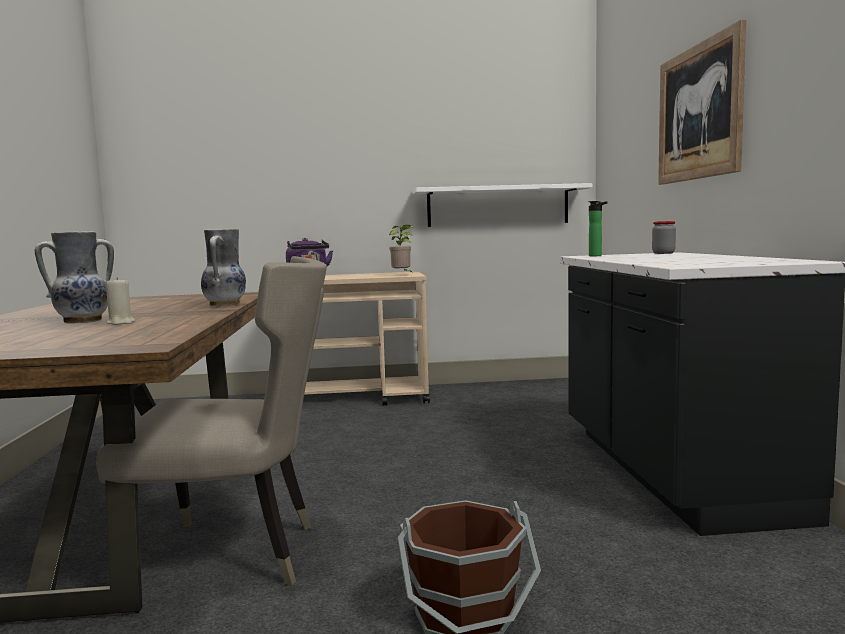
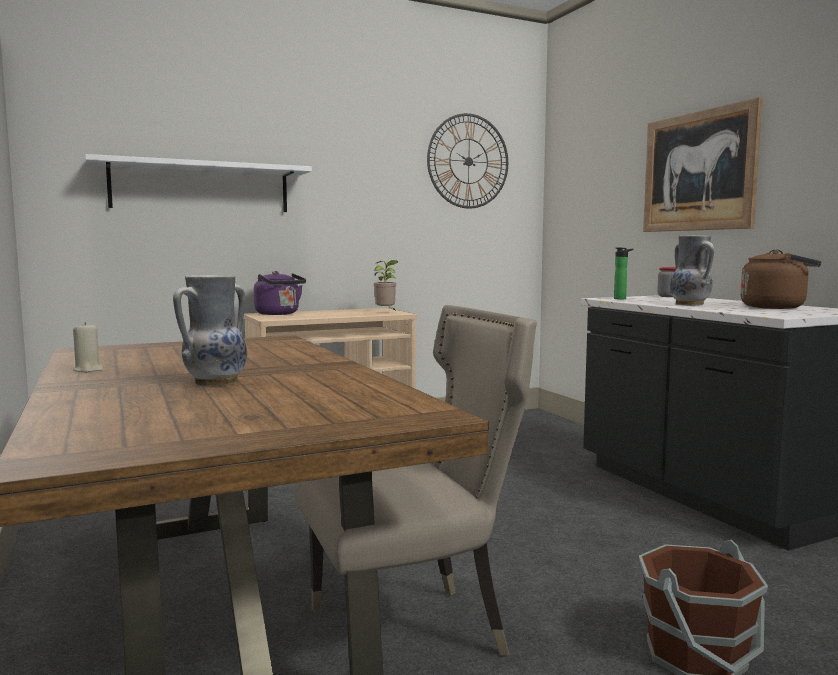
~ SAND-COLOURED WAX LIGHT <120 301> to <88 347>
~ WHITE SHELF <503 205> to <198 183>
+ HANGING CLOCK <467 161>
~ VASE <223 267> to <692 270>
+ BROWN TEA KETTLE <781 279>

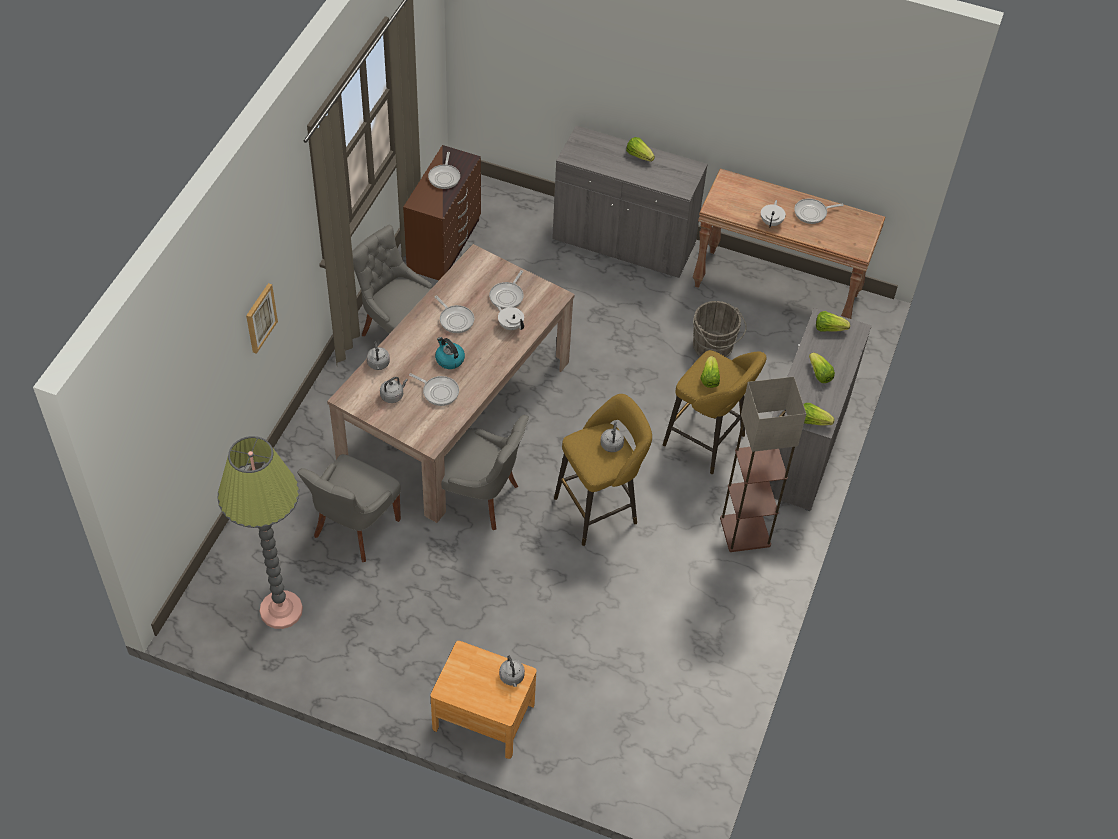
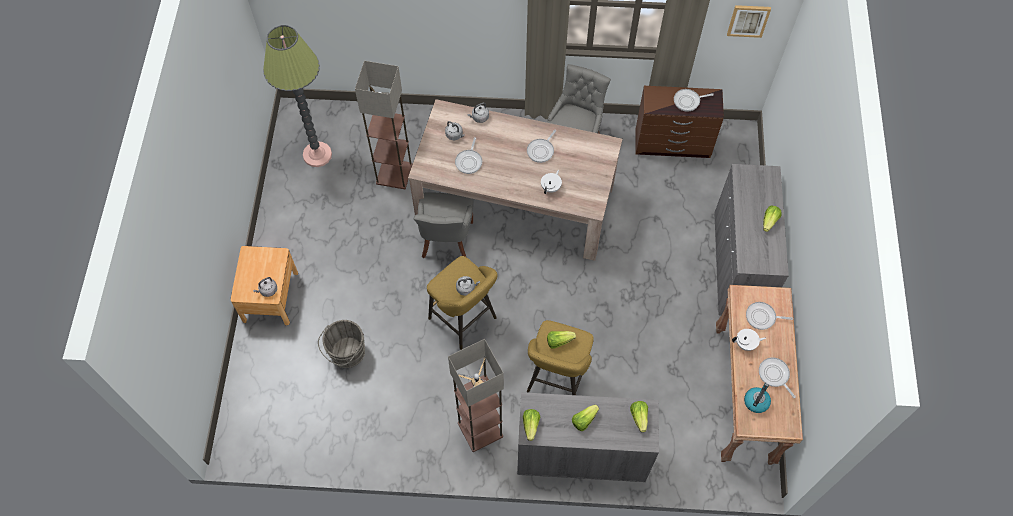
~ GRAY BUCKET <720 329> to <341 344>
~ GRAY UPRIGHT CHAIR <349 508> to STANDARD LAMP <384 125>
~ WALL PICTURE <262 318> to <749 21>
~ TEA KETTLE <450 353> to <757 398>
~ SKILLET <506 289> to <769 316>

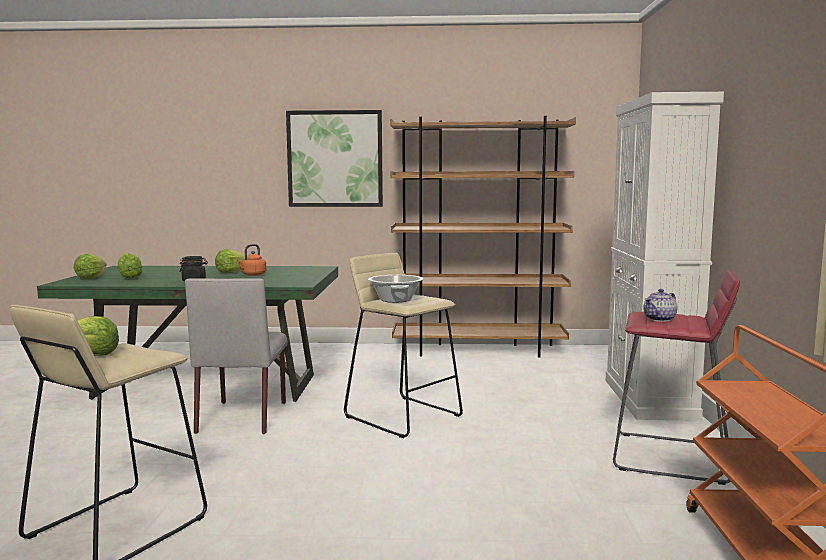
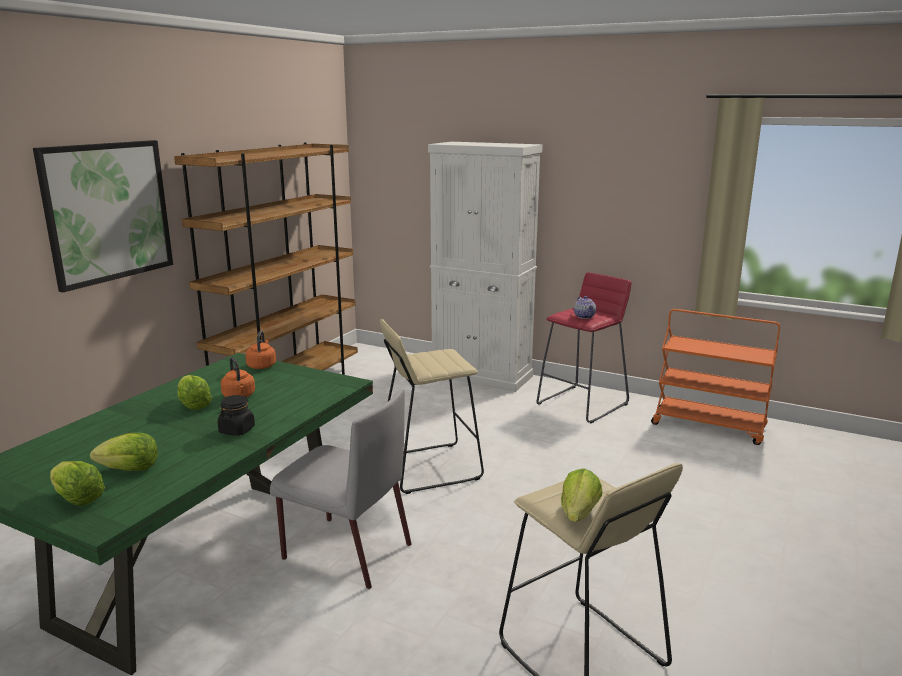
+ ORANGE-COLOURED TEA KETTLE <260 350>
- SAUCEPOT <395 289>

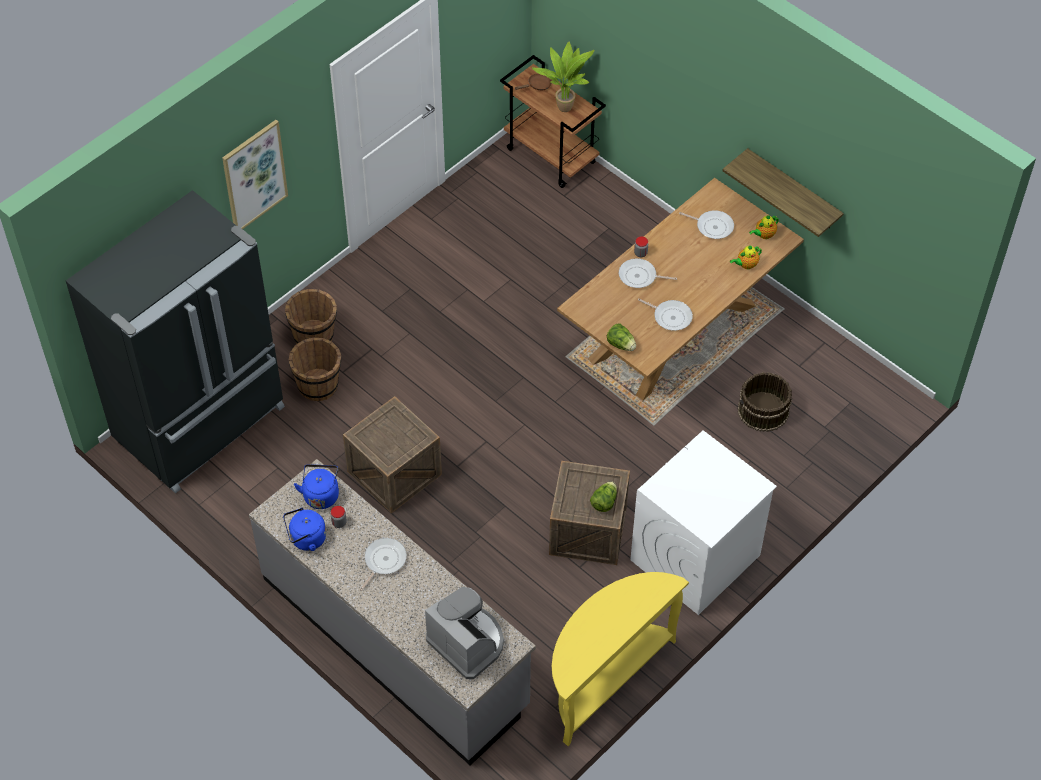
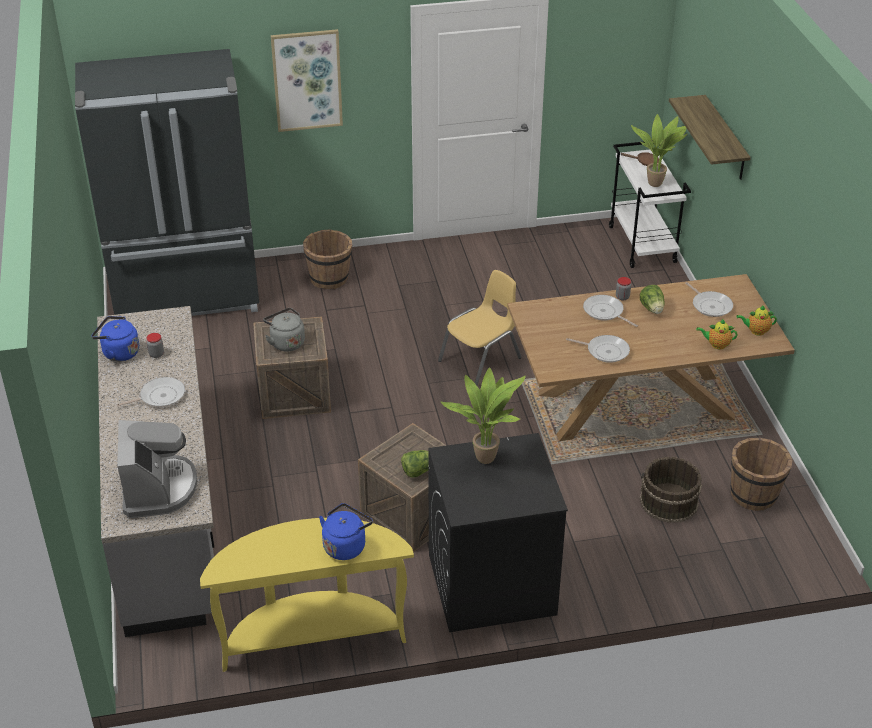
+ GRAY TEA KETTLE <284 330>
~ BLUE TEA KETTLE <316 486> to <346 531>
~ WHITE LAUNDRY APPLIANCE <703 522> to BLACKISH LAUNDRY APPLIANCE <498 532>
+ YELLOWISH UPRIGHT CHAIR <480 328>
+ PLANT IN A POT <483 416>
~ SKILLET <665 314> = <598 349> 45 degrees counterclockwise
~ BROWN TROLLEY <553 121> to WHITE TROLLEY <650 205>
~ LETTUCE <621 337> to <652 299>
~ SHELF <783 192> to <710 137>
~ BROWN BUCKET <314 369> to <761 474>

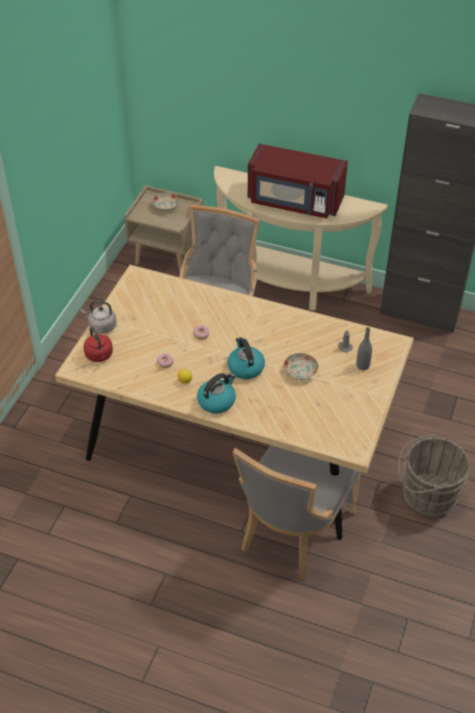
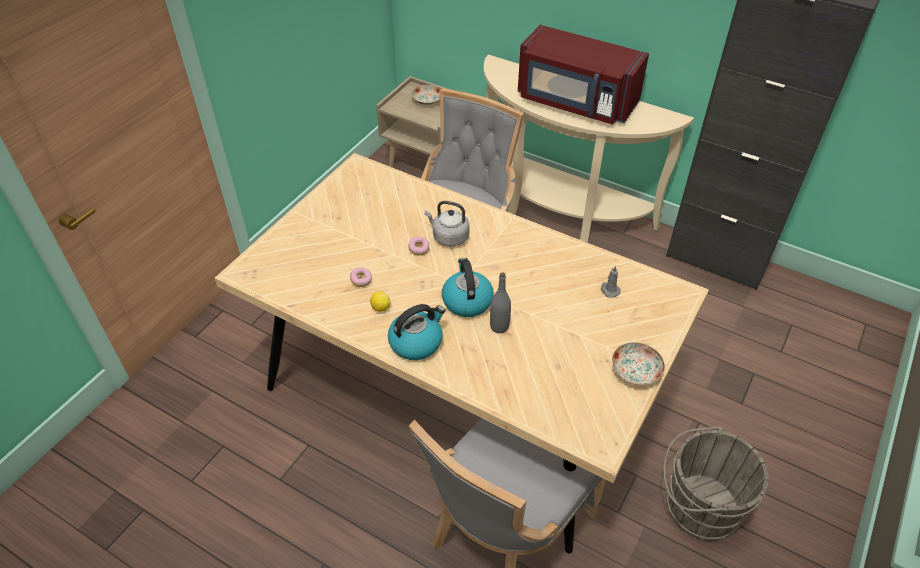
~ GRAY TEA KETTLE <98 317> to <447 223>
~ GRAY DRINK BOTTLE <364 348> to <500 302>
~ DINNER PLATE <300 366> to <638 363>
- RED TEA KETTLE <98 344>

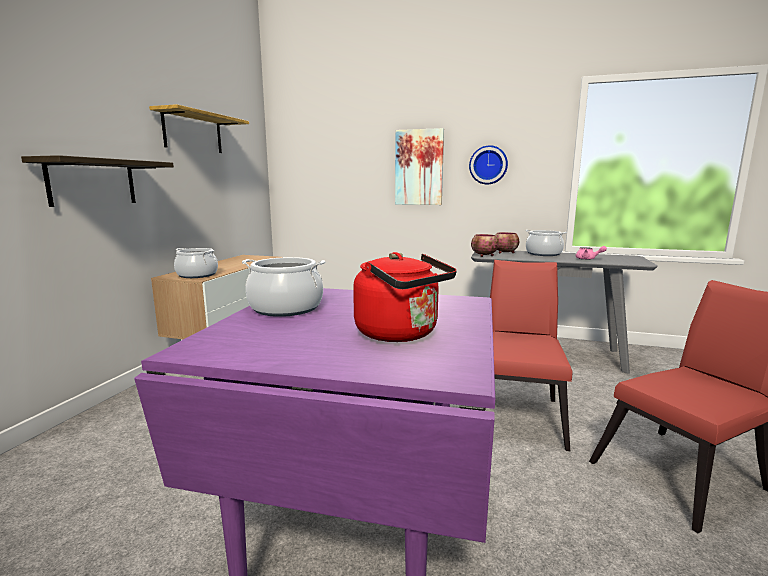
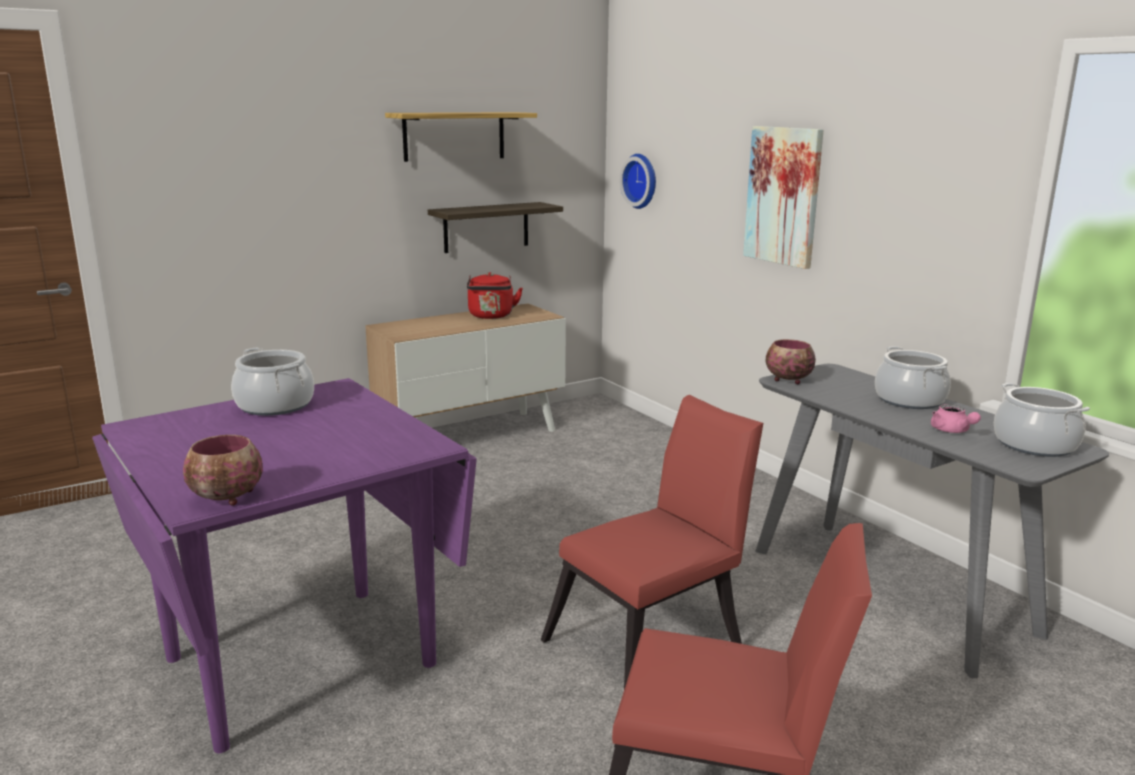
~ BOWL <507 243> to <223 470>
~ SHELF <97 181> to <495 227>
~ RED TEA KETTLE <405 297> to <495 295>
~ HANGING CLOCK <488 165> to <638 181>
~ SAUCEPOT <196 263> to <1042 420>

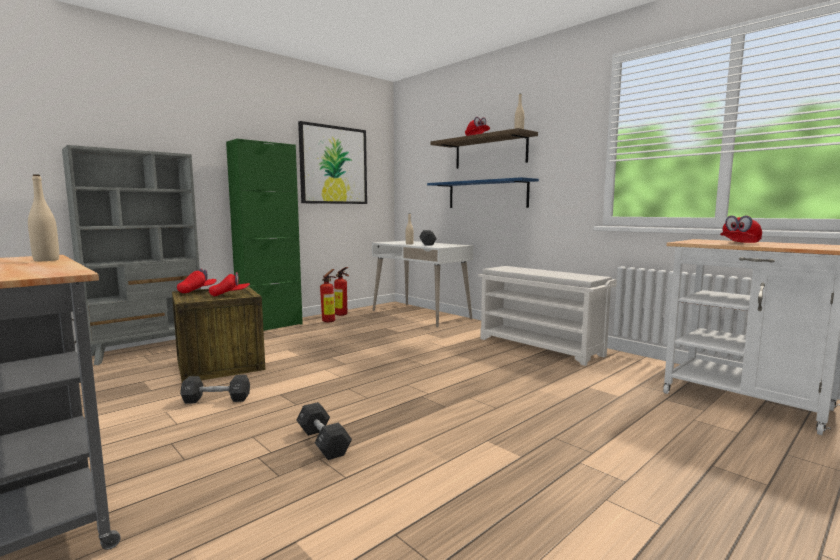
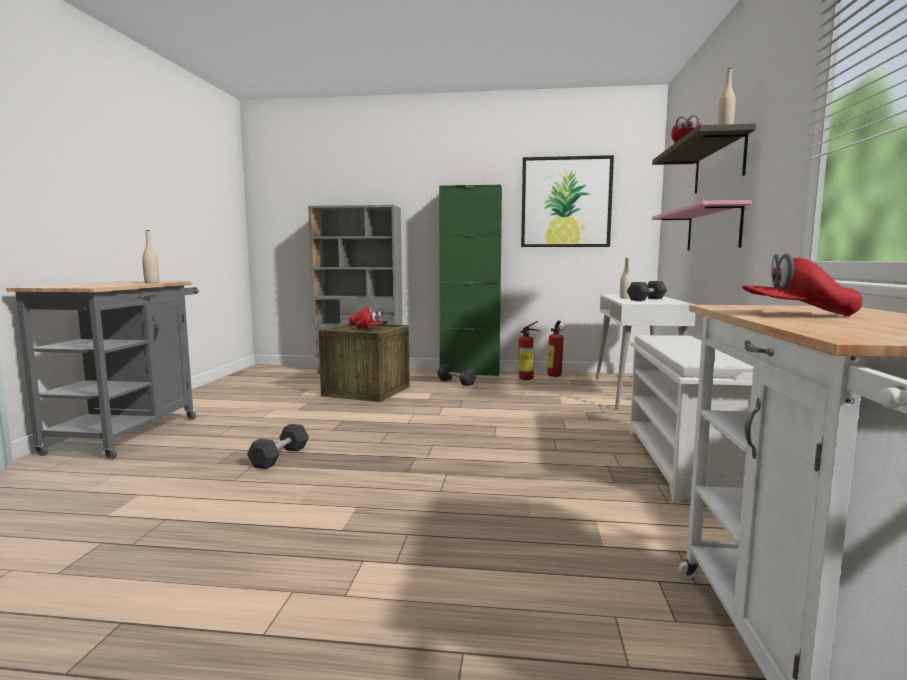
~ BLACKISH FREE WEIGHT <215 389> to <456 375>
~ BLUE SHELF <483 192> to PINKISH SHELF <702 225>

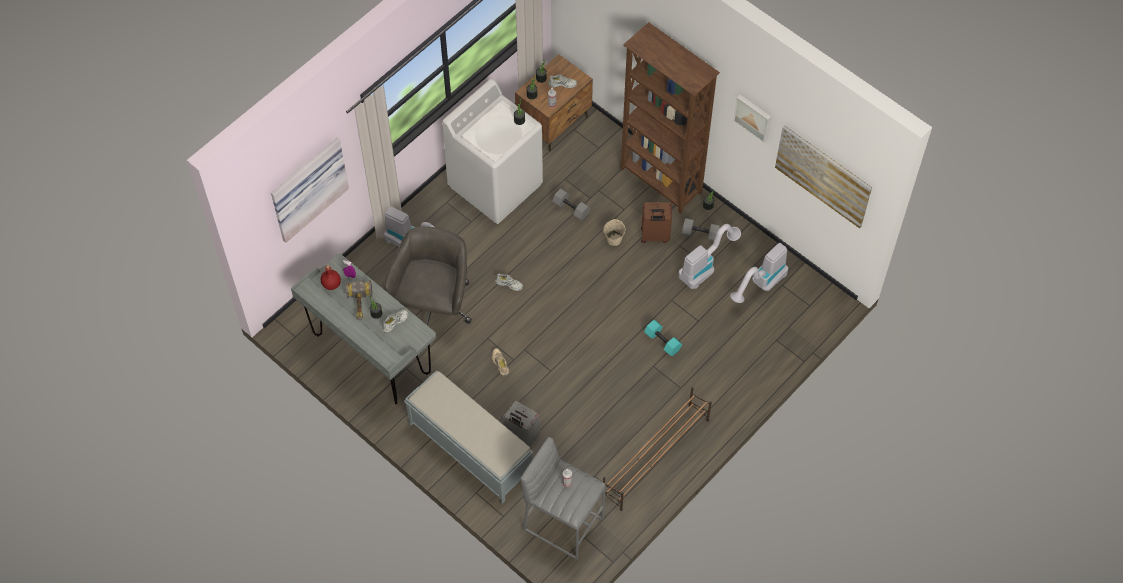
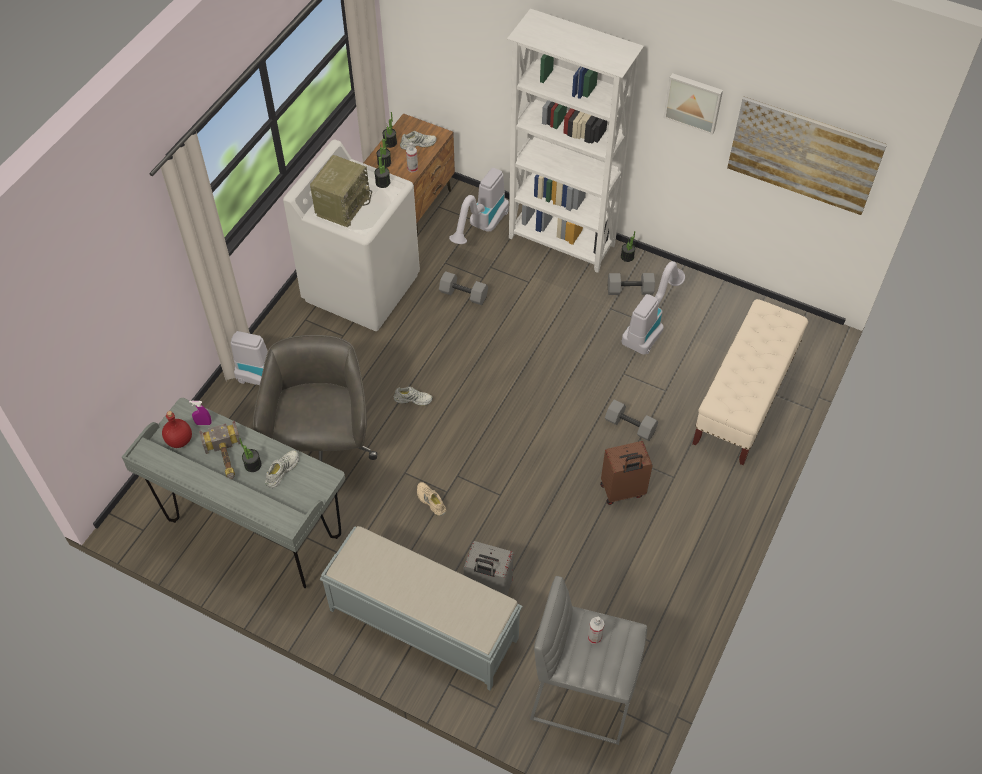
+ RADIO SET <341 191>
~ VACUUM CLEANER <759 273> to <479 206>
~ BROWN BOOKCASE <670 118> to WHITE BOOKCASE <575 141>
~ BROWN SUITCASE <656 222> to <626 473>
~ TURQUOISE FREE WEIGHT <663 338> to GRAY FREE WEIGHT <631 420>
+ SAND-COLOURED INDOOR BENCH <750 382>
- WALL PICTURE <310 190>
- BROWN SHOE STAND <657 449>
- SAND-COLOURED BUCKET <614 232>

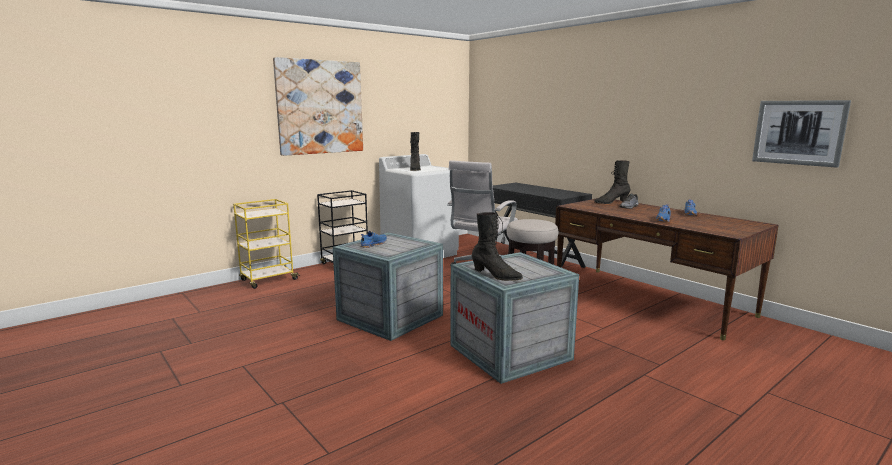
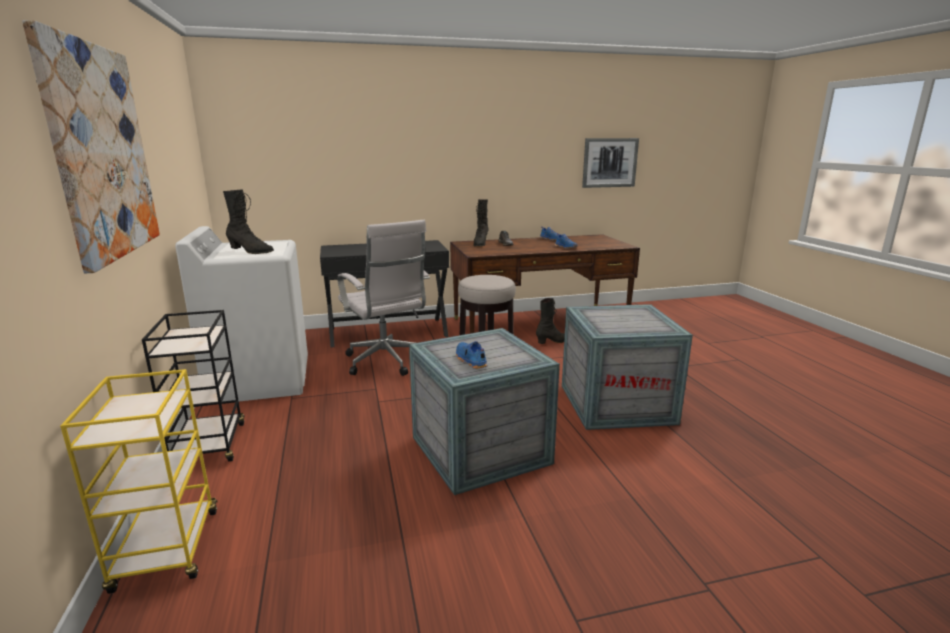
~ BLACKISH BOOT <497 246> to <550 321>

